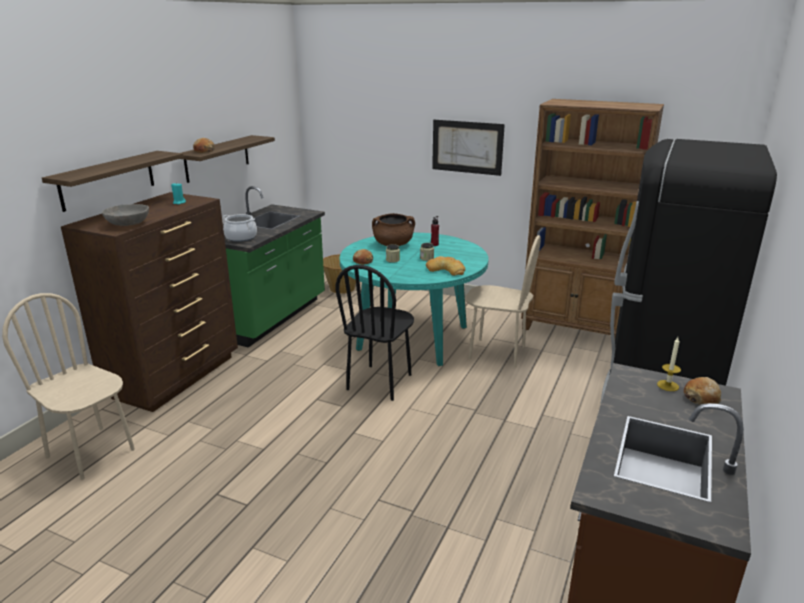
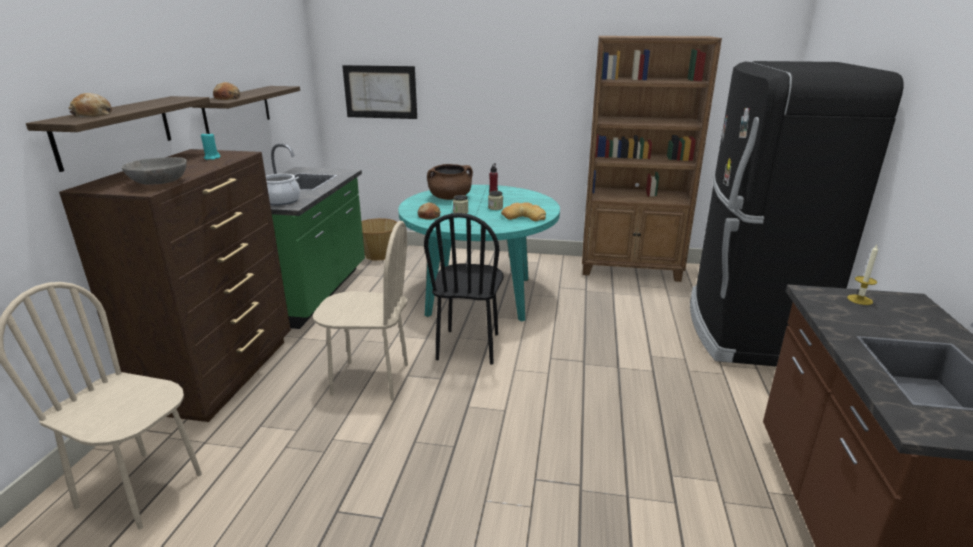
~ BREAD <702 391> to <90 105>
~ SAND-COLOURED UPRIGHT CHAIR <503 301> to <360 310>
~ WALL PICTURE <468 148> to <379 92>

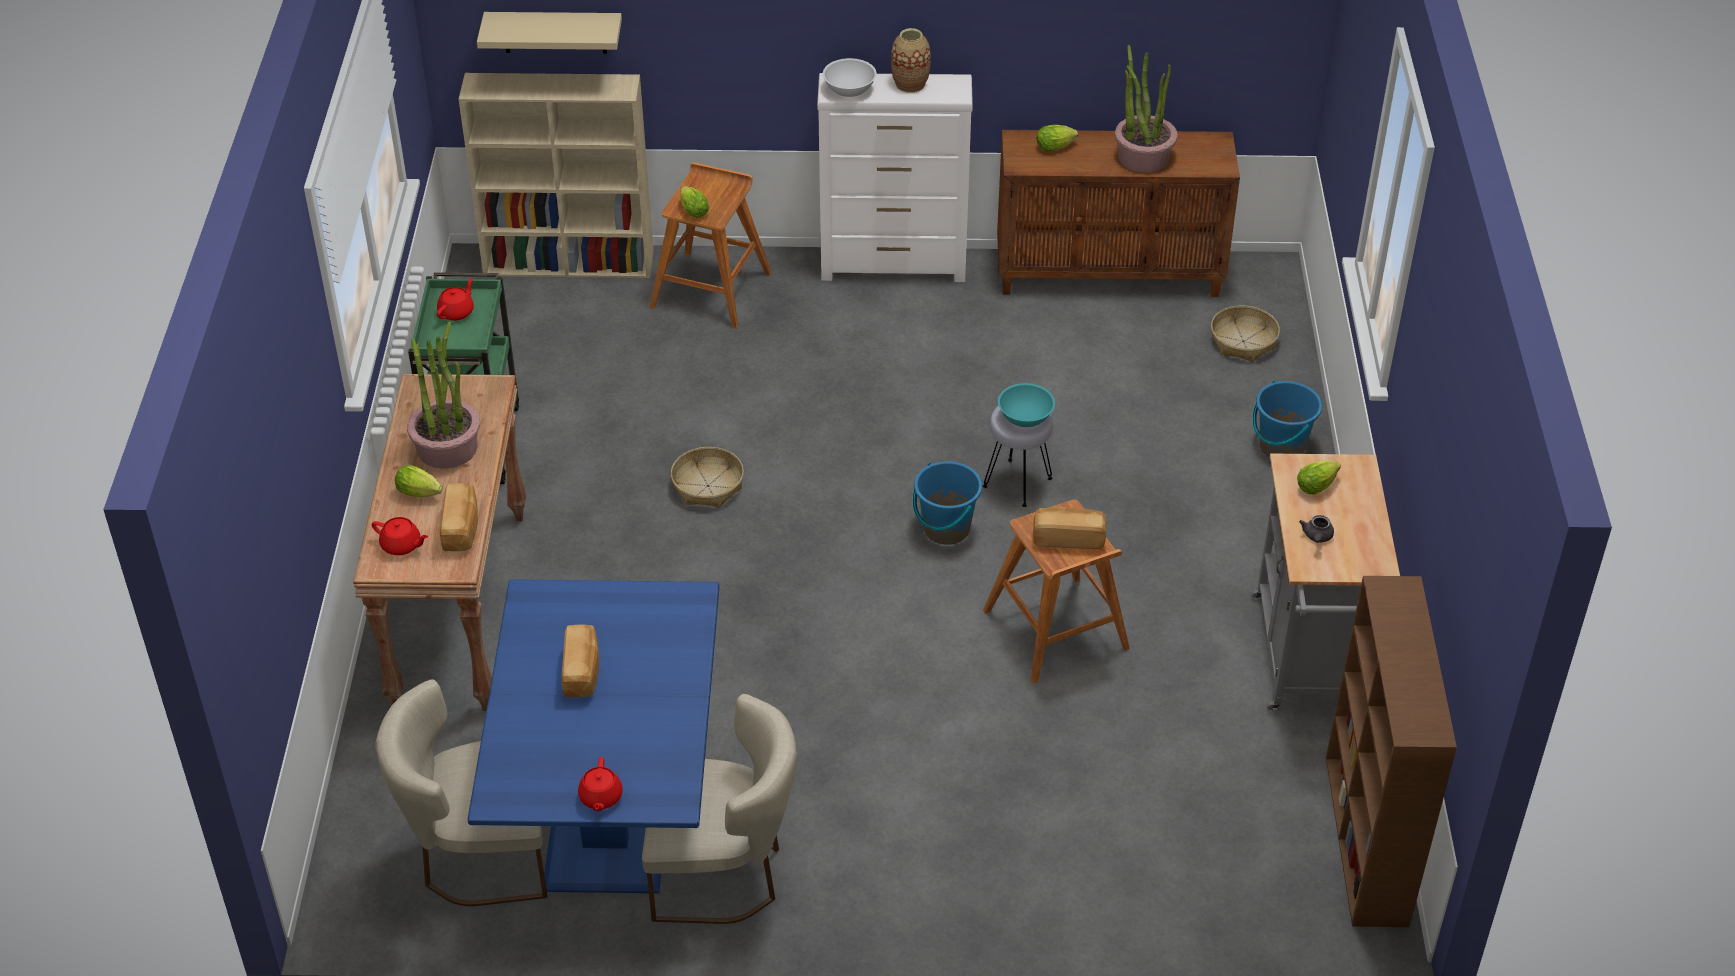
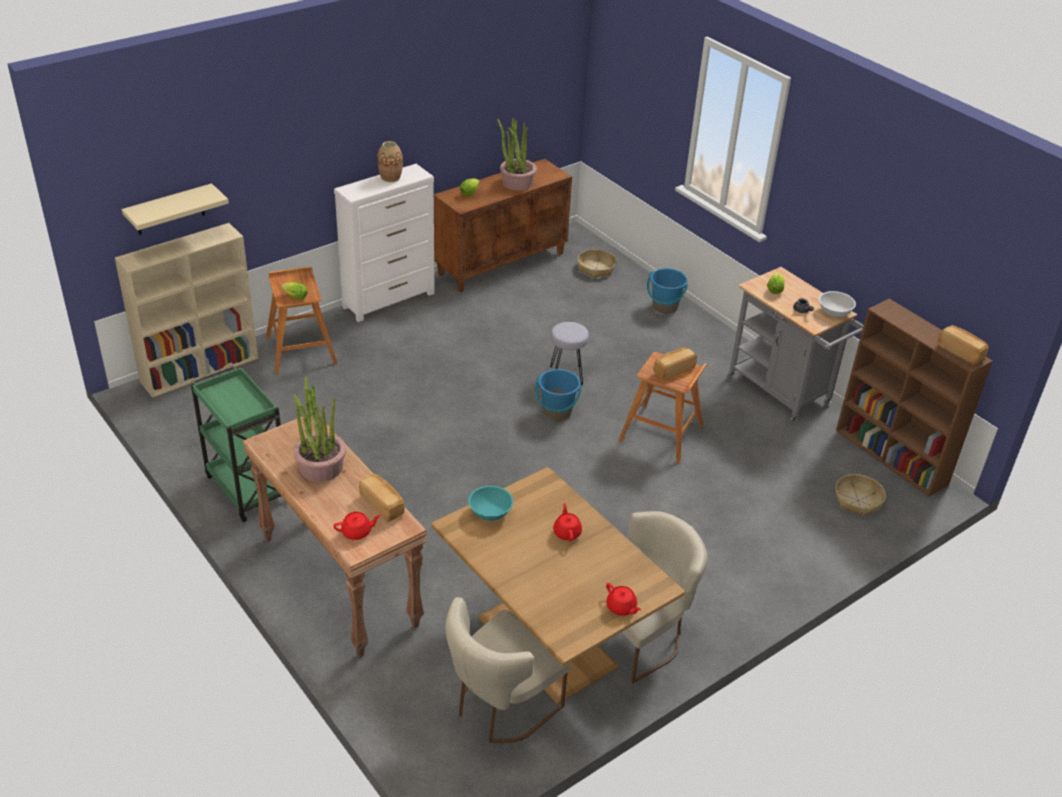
~ BLUE KITCHEN TABLE <593 736> to BROWN KITCHEN TABLE <558 586>
~ TURQUOISE BOWL <1026 405> to <490 503>
~ RED TEA POT <455 299> to <567 522>
~ WHITE BOWL <850 77> to <837 304>
~ HOUSEHOLD BASKET <707 477> to <861 495>
~ BREAD <580 661> to <963 345>
- LETTUCE <419 481>

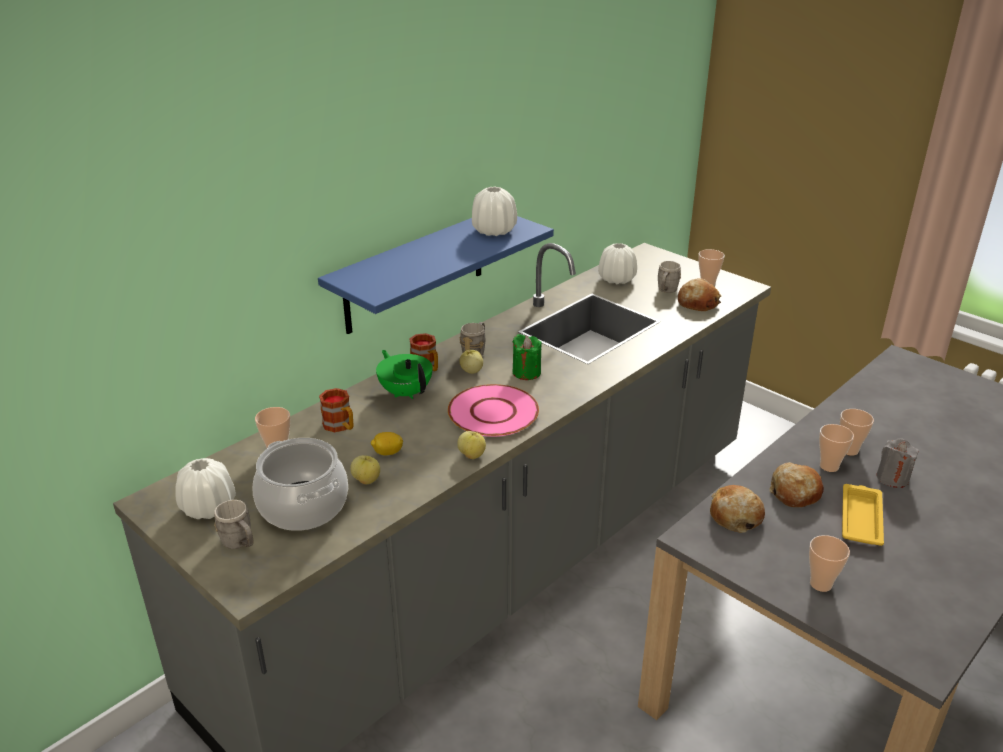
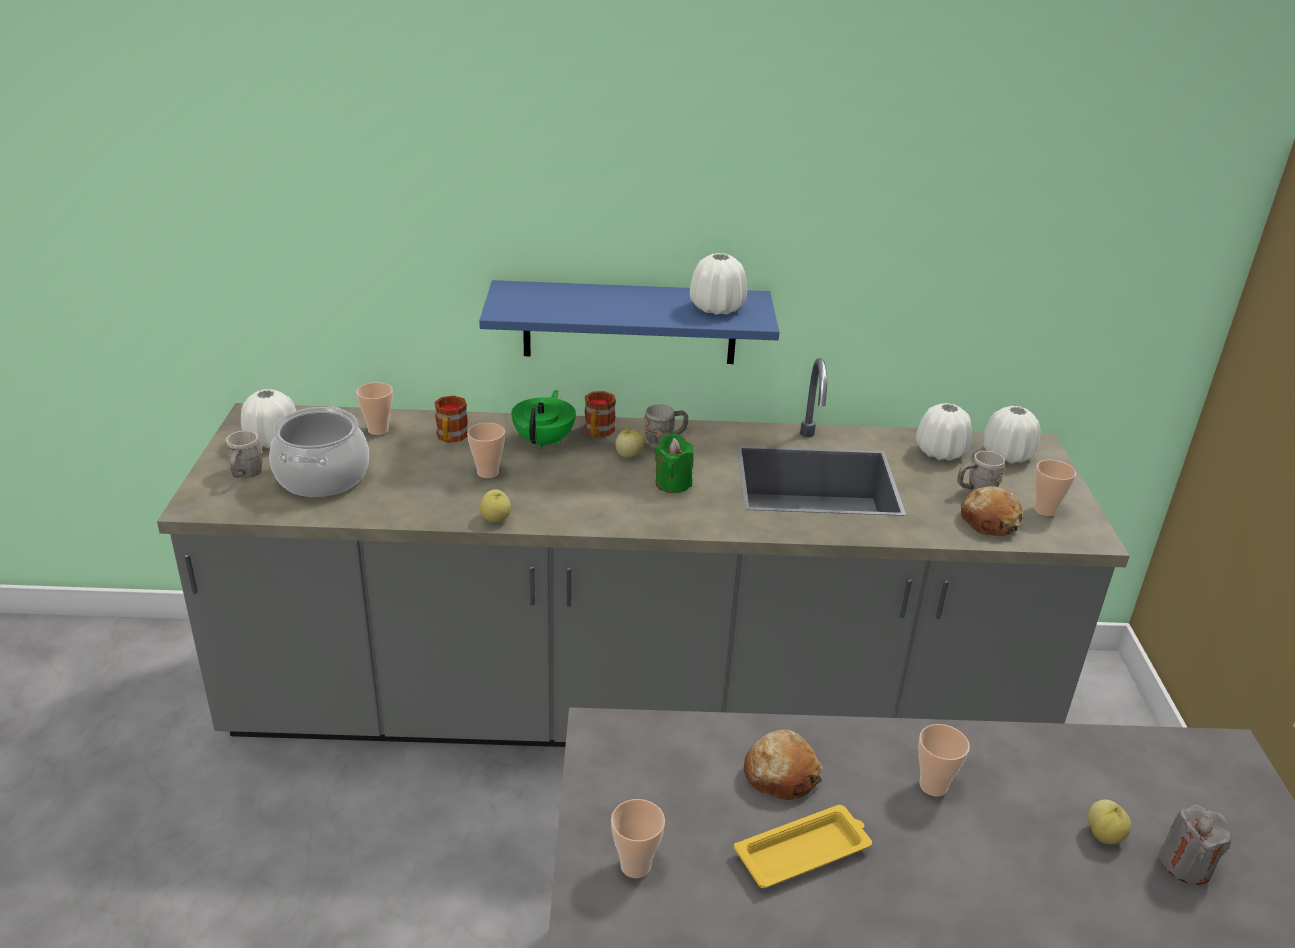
~ DRINKING CUP <836 448> to <486 450>
+ WHITE VASE <1012 434>
~ APPLE <365 469> to <1109 821>
~ GRAY WAX LIGHT <897 463> to <1194 844>
- CITRUS FRUIT <387 443>
- PINKISH DINNER PLATE <493 410>
- BREAD <737 509>

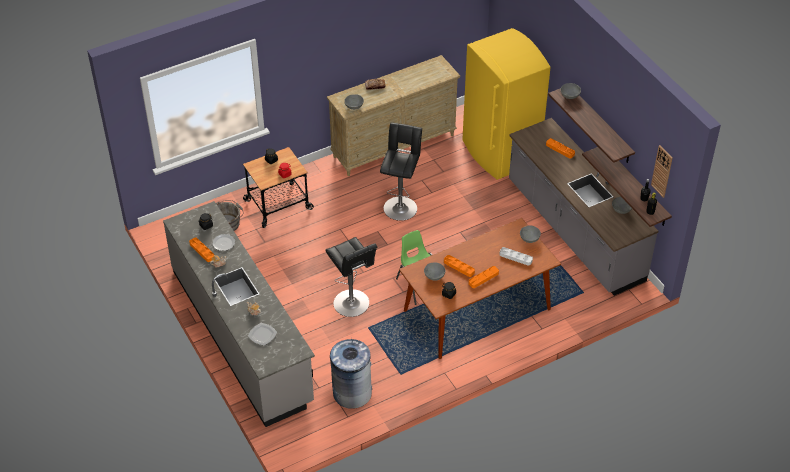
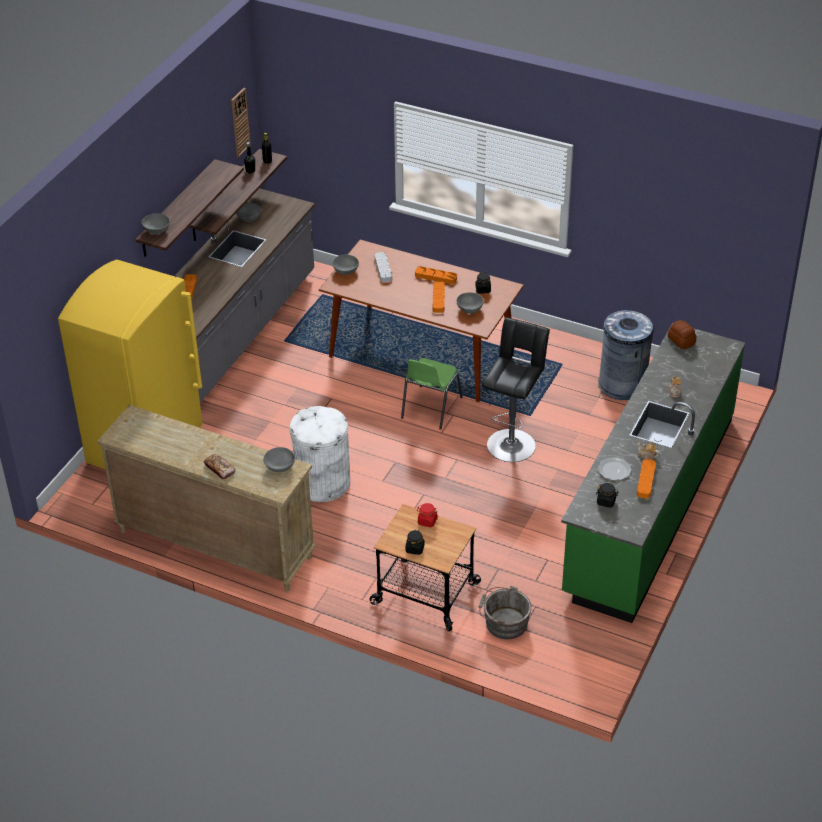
~ BLACKISH STOOL SEAT <401 171> to WHITE WASTE BIN <320 454>
~ GRAY KITCHEN COUNTER <239 314> to GREENISH KITCHEN COUNTER <653 473>
+ BREAD <682 334>
- DINNER PLATE <262 334>

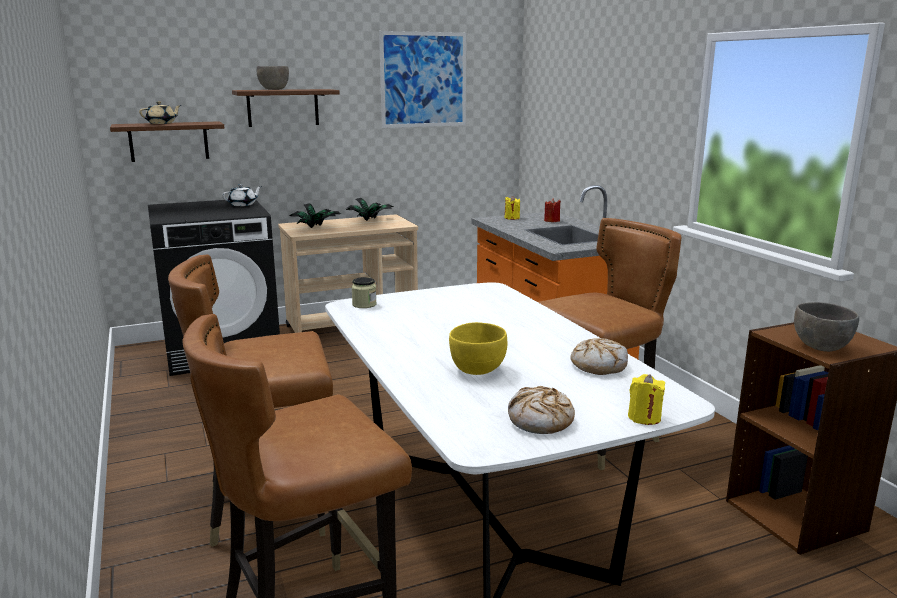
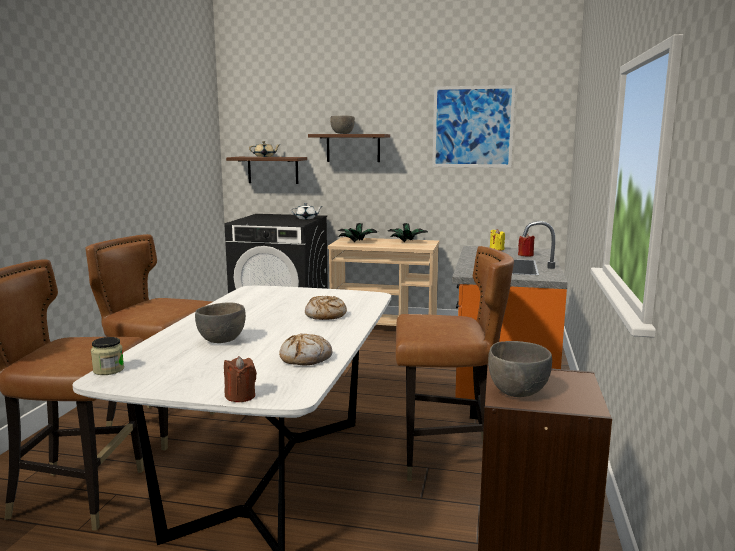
~ PRESERVE JAR <364 292> to <107 356>
~ YELLOWISH BOWL <478 348> to GRAY BOWL <220 323>
~ YELLOWISH WAX LIGHT <646 399> to BROWN WAX LIGHT <240 379>
~ BREAD <541 410> to <326 308>

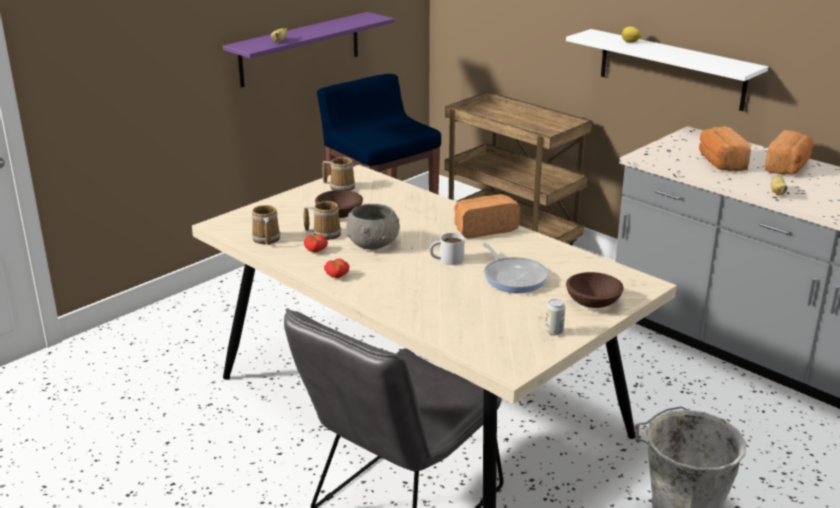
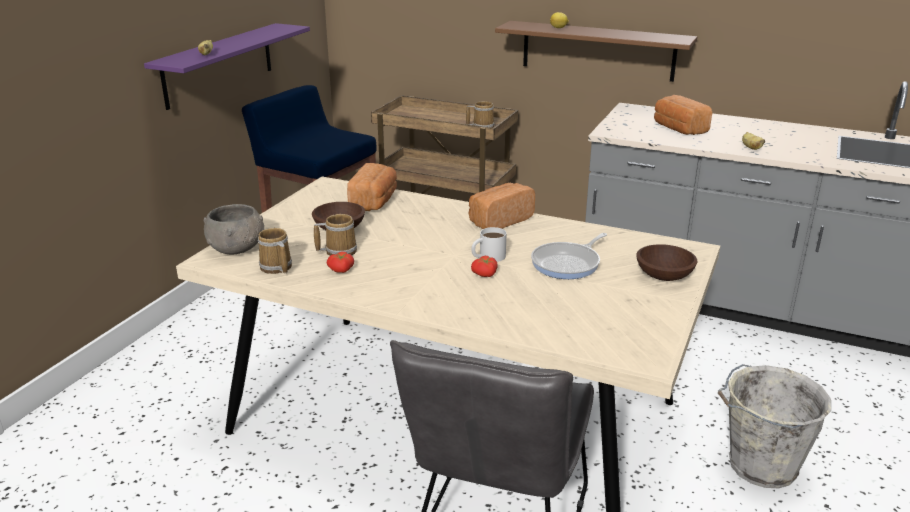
~ GRAY BOWL <373 227> to <234 229>
~ BREAD <789 152> to <372 187>
~ COFFEE MUG <338 174> to <480 114>
~ WHOLE TOMATO <336 268> to <484 266>
~ WHITE SHELF <667 70> to BROWN SHELF <596 51>
~ SKILLET <515 268> = <569 256> 90 degrees clockwise
- SEALED CAN <555 317>

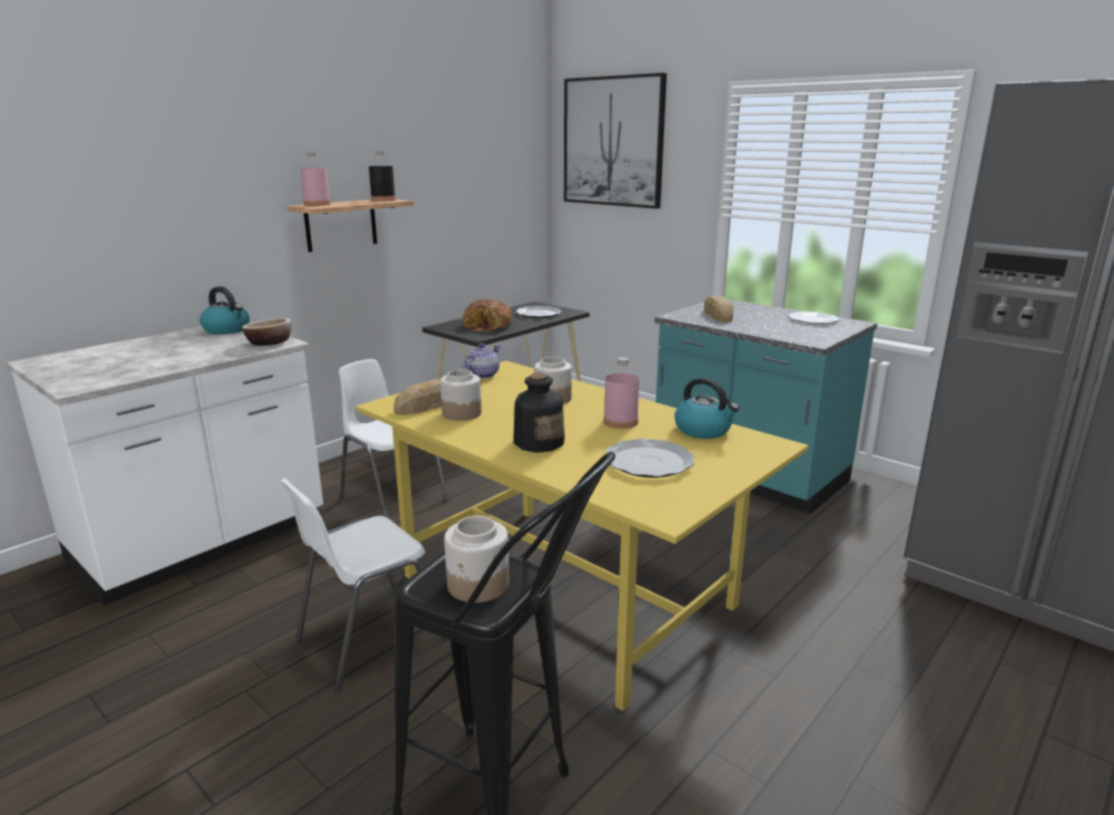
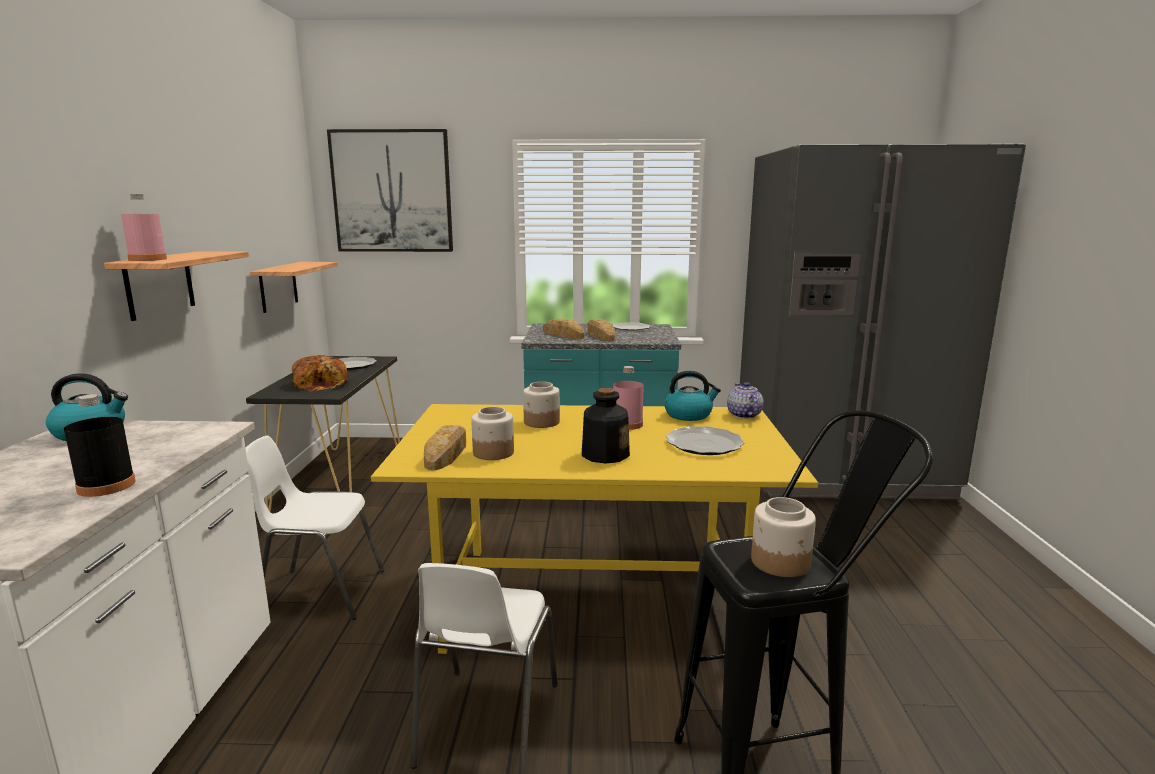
~ BLACKISH DRINK BOTTLE <382 176> to <100 445>
+ SHELF <294 287>
+ BREAD <601 330>
~ TEA POT <481 361> to <745 400>
- BOWL <267 332>

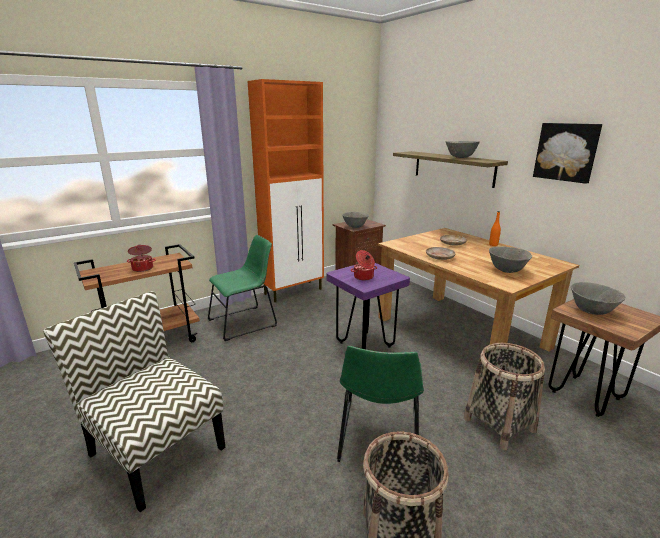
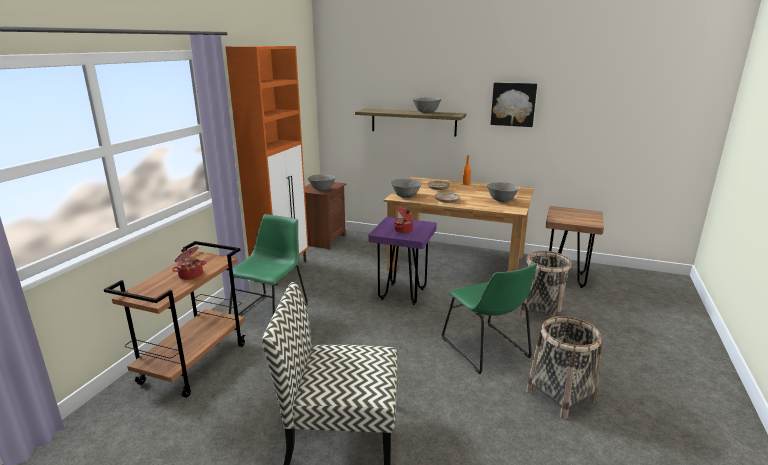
~ GRAY BOWL <598 298> to <406 188>

